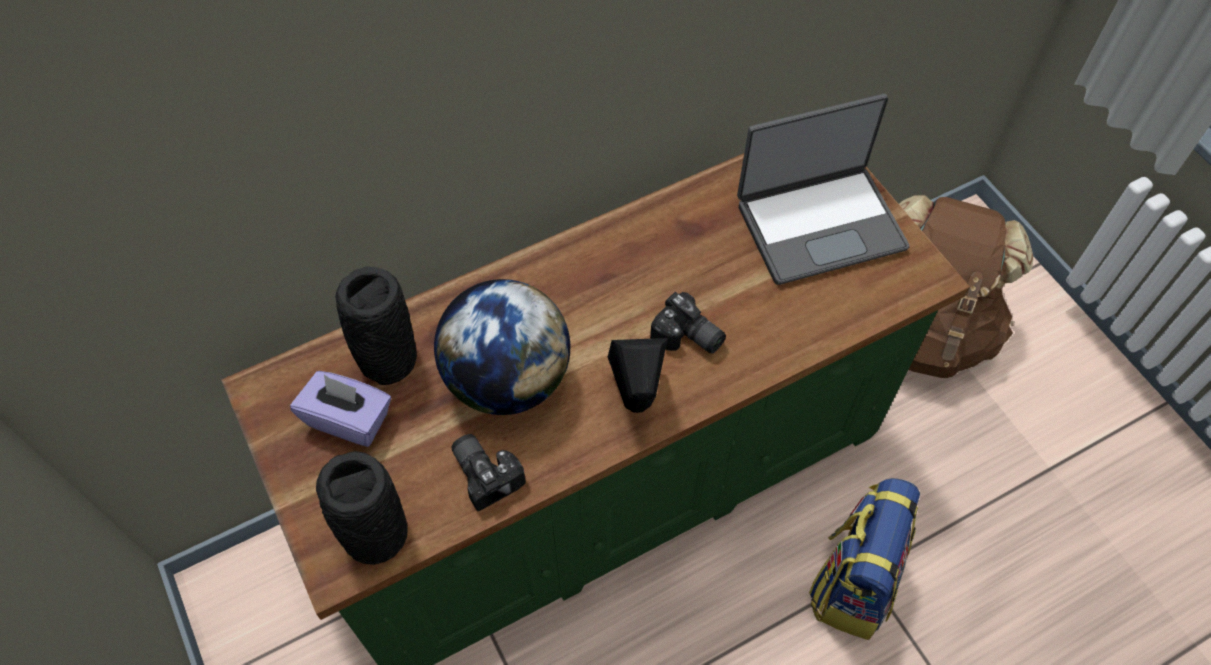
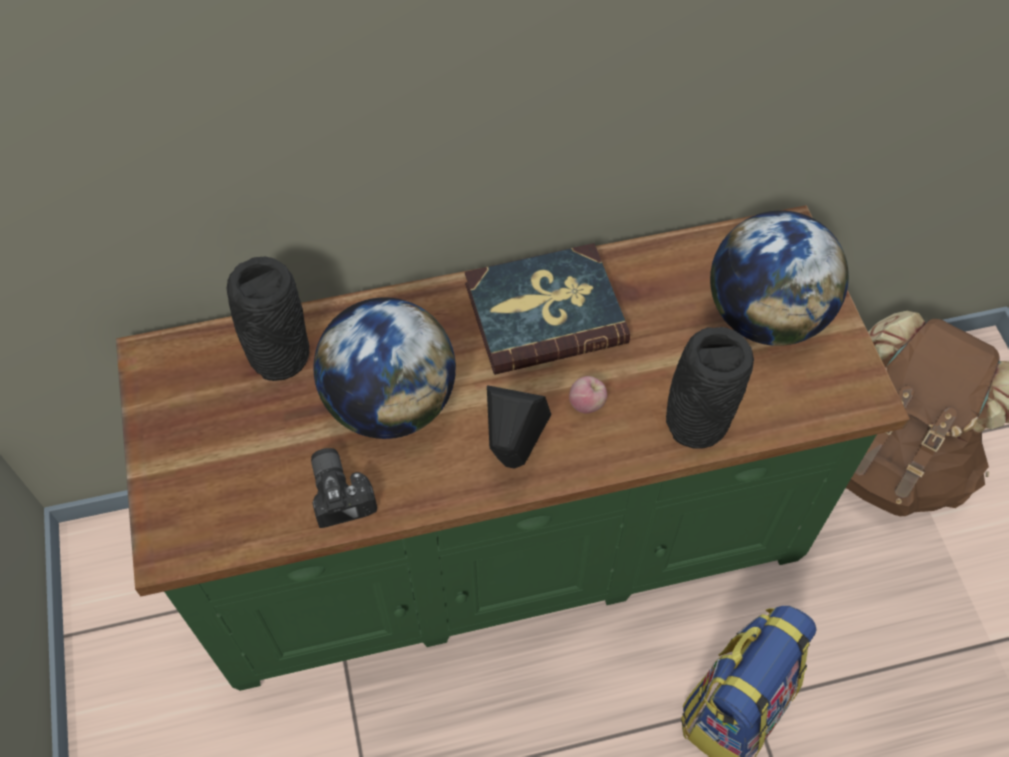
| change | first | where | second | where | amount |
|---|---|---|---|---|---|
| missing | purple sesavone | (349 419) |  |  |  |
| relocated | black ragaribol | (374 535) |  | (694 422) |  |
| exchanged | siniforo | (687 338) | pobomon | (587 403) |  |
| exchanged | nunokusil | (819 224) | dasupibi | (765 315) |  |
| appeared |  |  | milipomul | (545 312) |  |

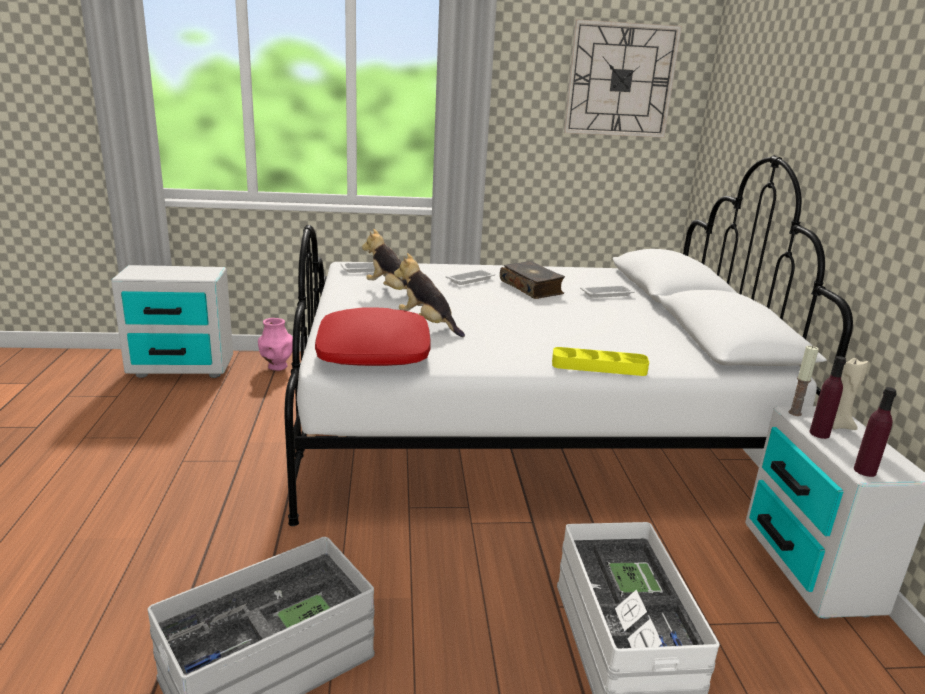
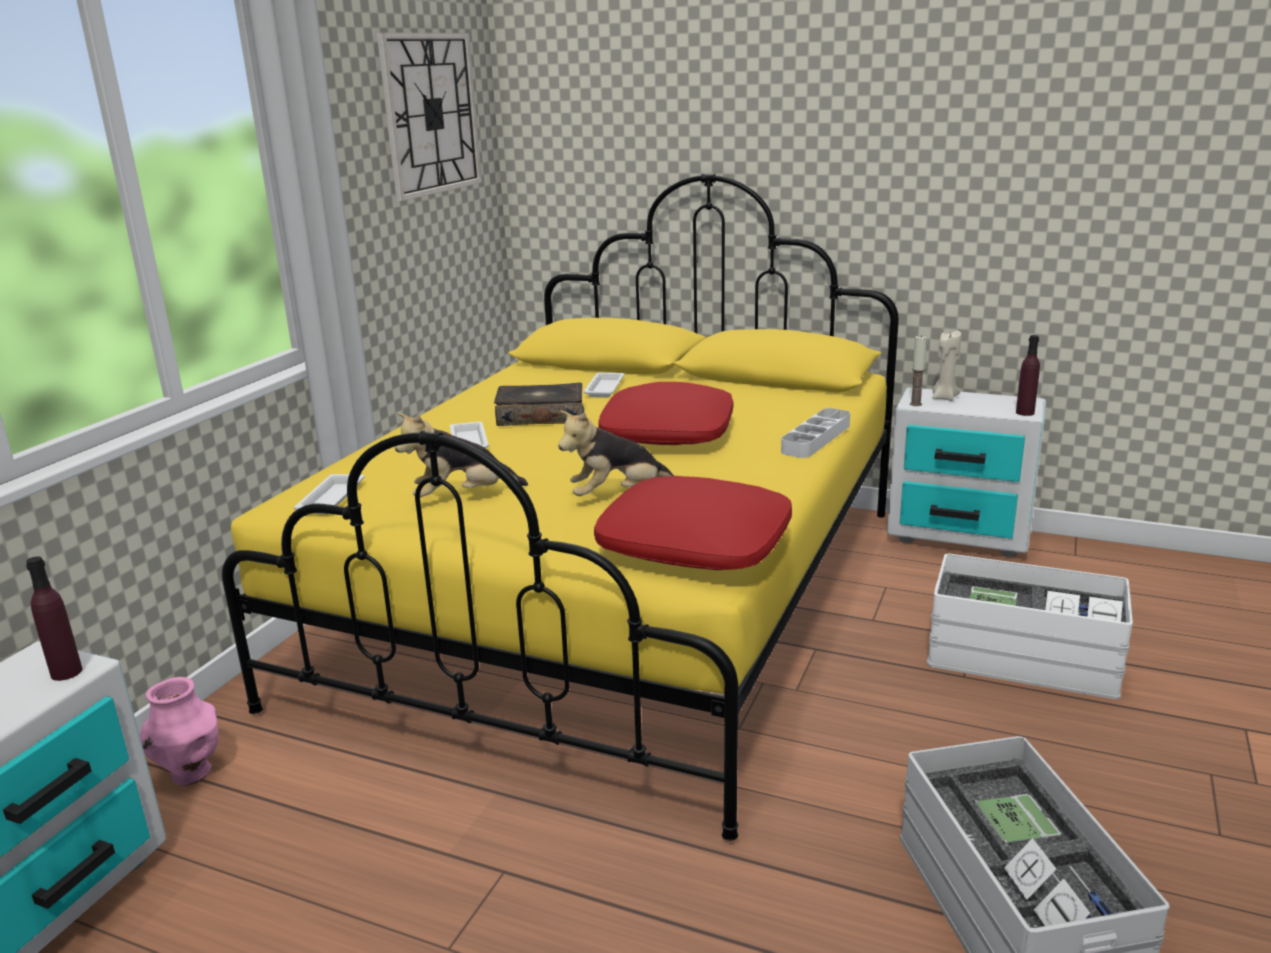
| change | first | where | second | where | amount |
|---|---|---|---|---|---|
| colour | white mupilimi | (521 430) | yellow mupilimi | (619 600) |  |
| colour | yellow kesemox | (599 366) | grey kesemox | (816 438) |  |
| relocated | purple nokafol | (819 434) |  | (66 672) |  |
| appeared |  |  | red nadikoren | (666 432) |  |

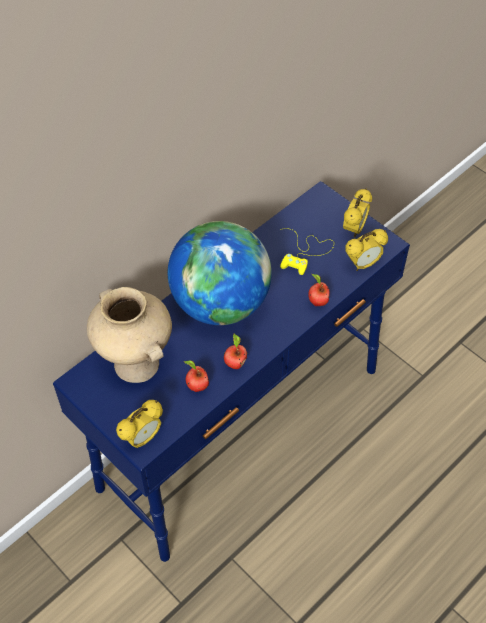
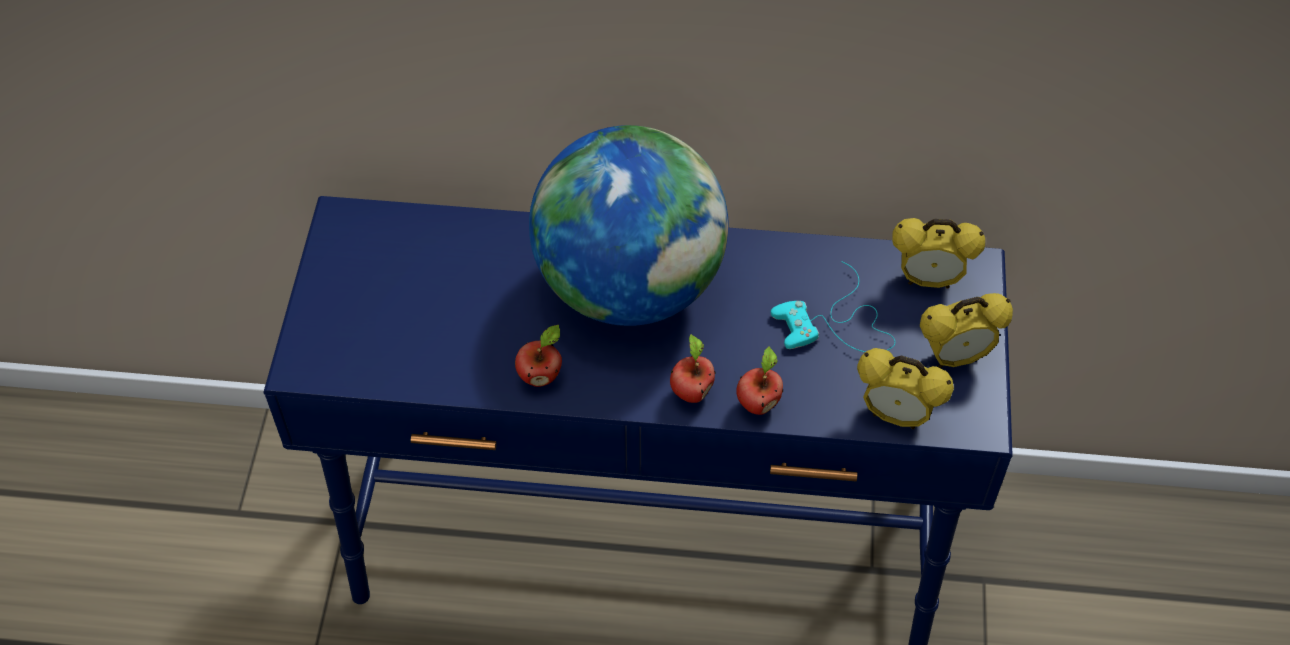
| change | first | where | second | where | amount |
|---|---|---|---|---|---|
| missing | beige ragaribol | (135 363) |  |  |  |
| relocated | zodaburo | (143 438) |  | (928 280) |  |
| relocated | pobomon | (196 386) |  | (690 392) |  |
| colour | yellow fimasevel | (305 252) | turquoise fimasevel | (837 324) |  |

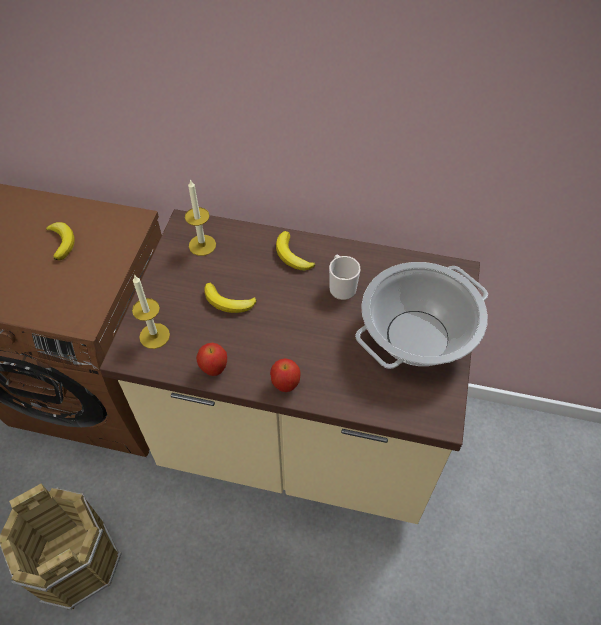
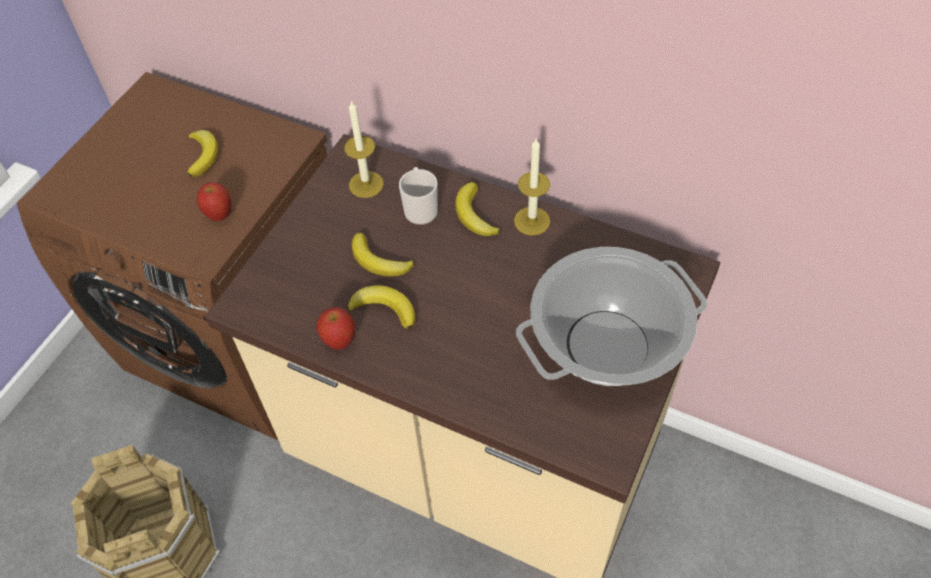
| change | first | where | second | where | amount |
|---|---|---|---|---|---|
| relocated | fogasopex | (154 336) |  | (532 221) |  |
| relocated | pobomon | (285 385) |  | (219 215) |  |
| relocated | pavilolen | (341 287) |  | (420 209) |  |
| appeared |  |  | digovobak | (384 309) |  |

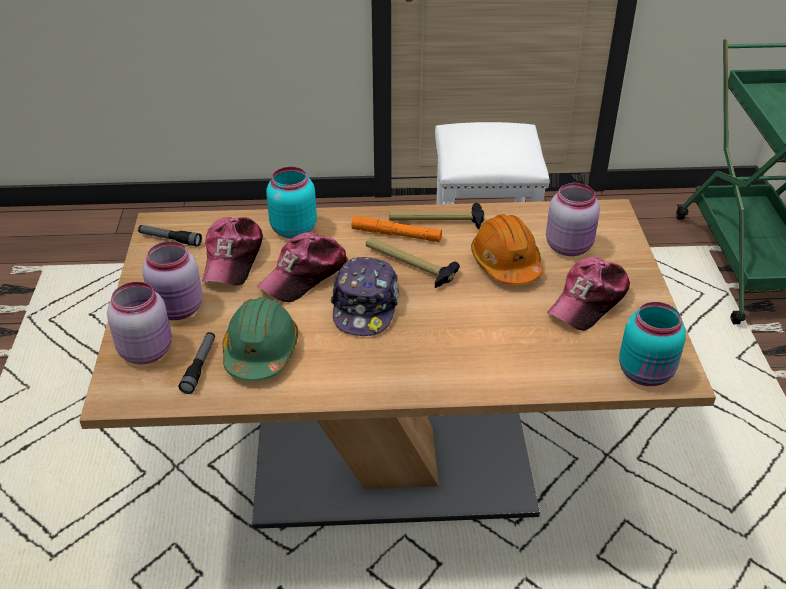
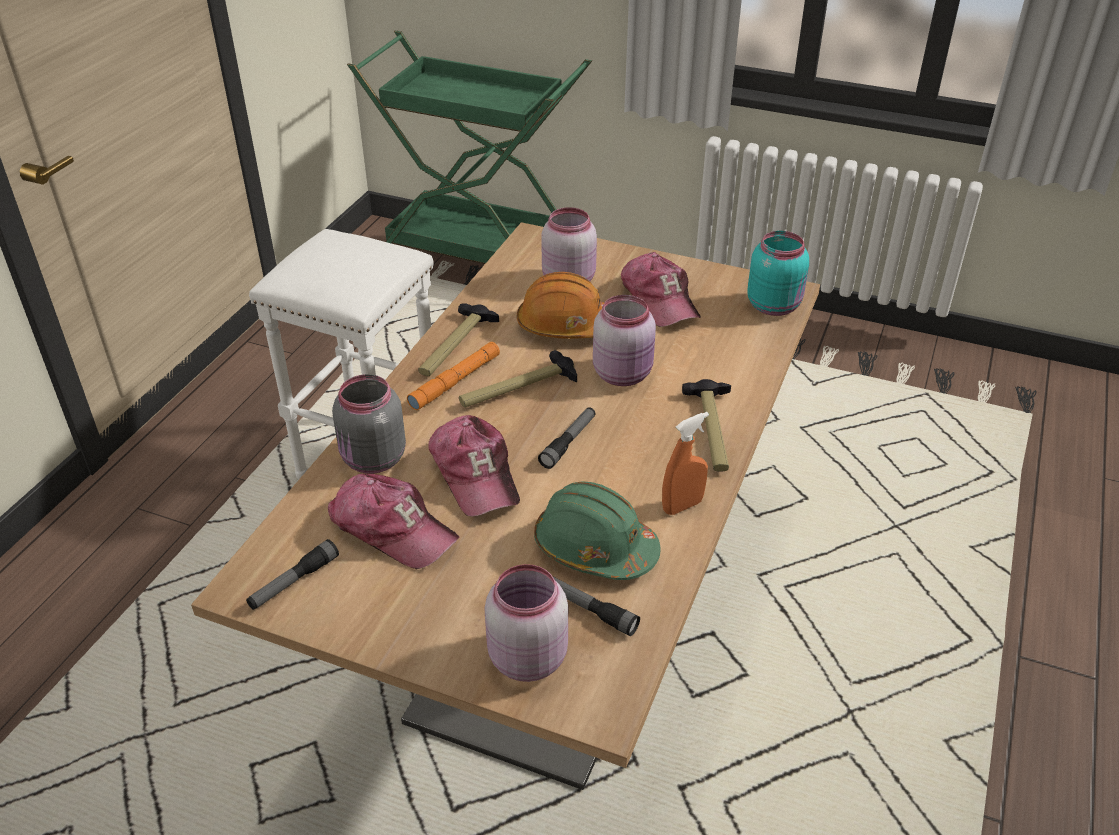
| change | first | where | second | where | amount |
|---|---|---|---|---|---|
| relocated | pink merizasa | (178 309) |  | (624 374) |  |
| colour | turquoise merizasa | (292 229) | grey merizasa | (372 460) |  |
| exchanged | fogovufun | (365 306) | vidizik | (568 442) |  |
| appeared |  |  | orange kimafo | (682 506) |  |
| appeared |  |  | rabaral | (712 431) |  |

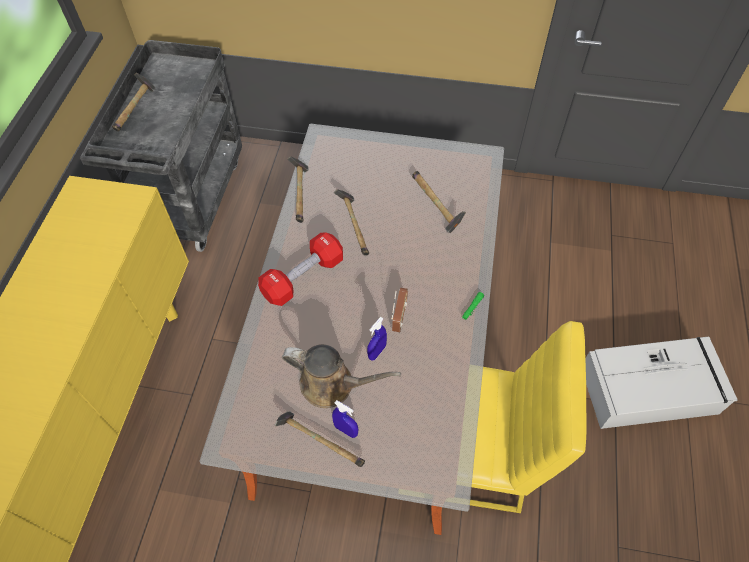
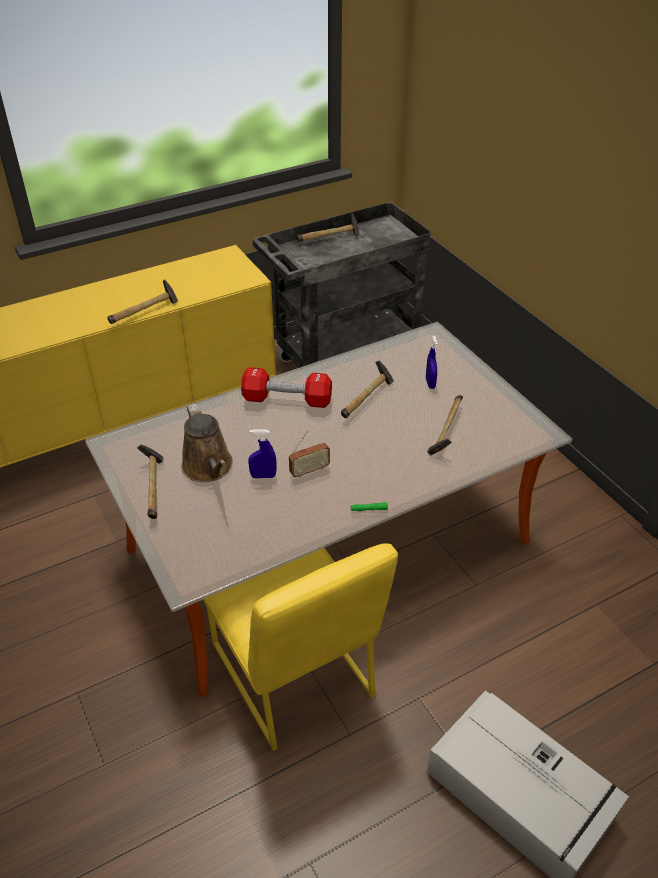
| change | first | where | second | where | amount |
|---|---|---|---|---|---|
| relocated | rabaral | (300 194) |  | (145 313) |  |
| relocated | blue kimafo | (346 430) |  | (430 383) |  |

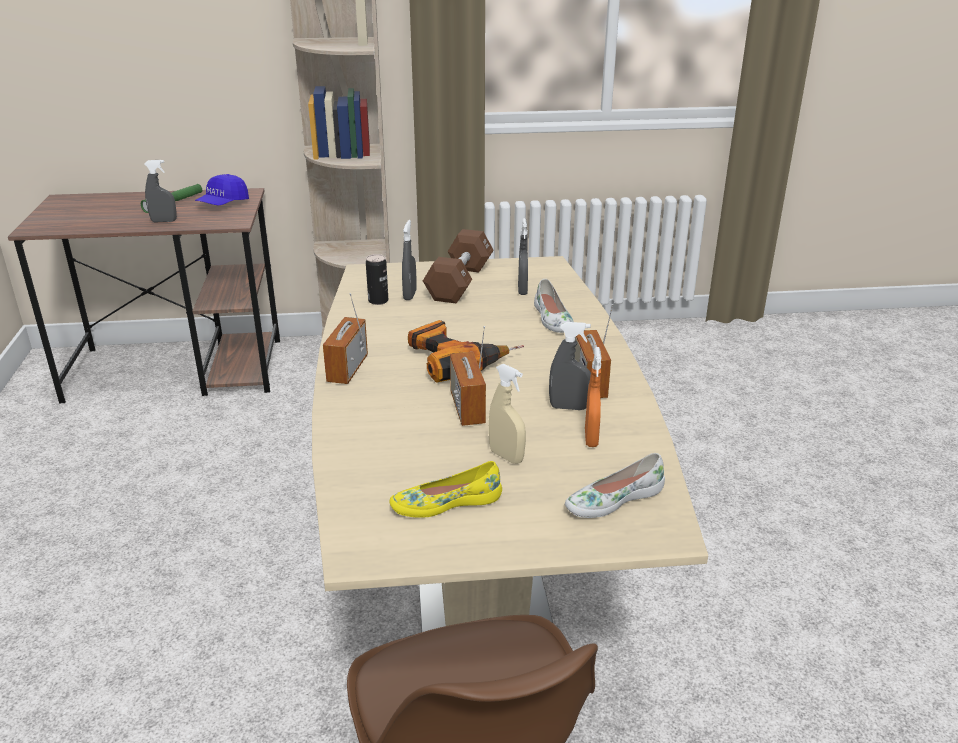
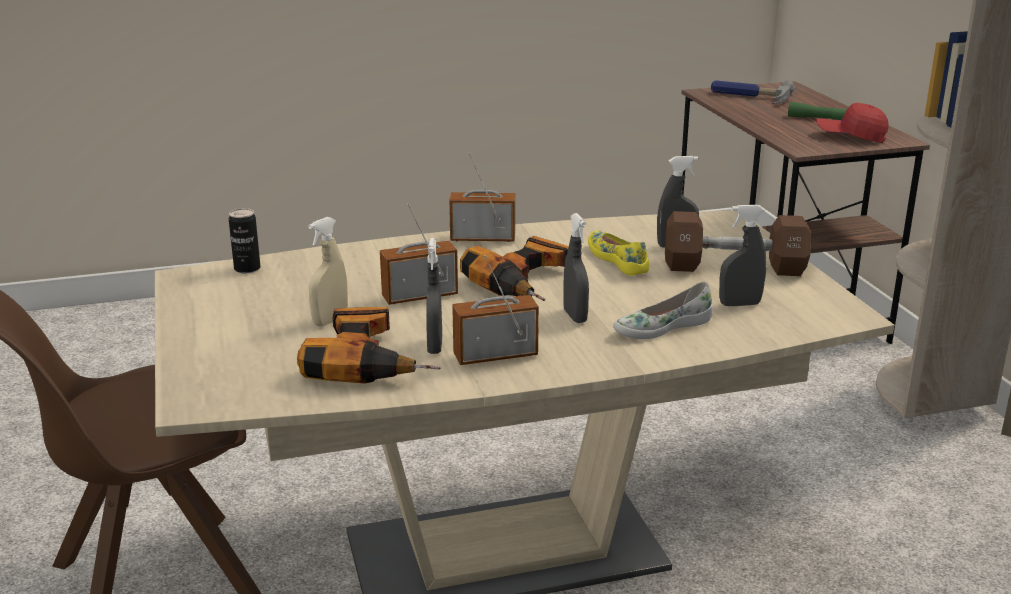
| change | first | where | second | where | amount |
|---|---|---|---|---|---|
| relocated | grey kimafo | (164 221) |  | (575 316) |  |
| colour | blue fogovufun | (223 204) | red fogovufun | (850 137) |  |
| relocated | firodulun | (378 301) |  | (247 269) |  |
| relocated | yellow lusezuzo | (446 502) |  | (618 260) |  |
| missing | white lusezuzo | (613 499) |  |  |  |
| exchanged | orange kimafo | (591 438) | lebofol | (370 360) |  |
| appeared |  |  | rabaral | (749 97) |  |

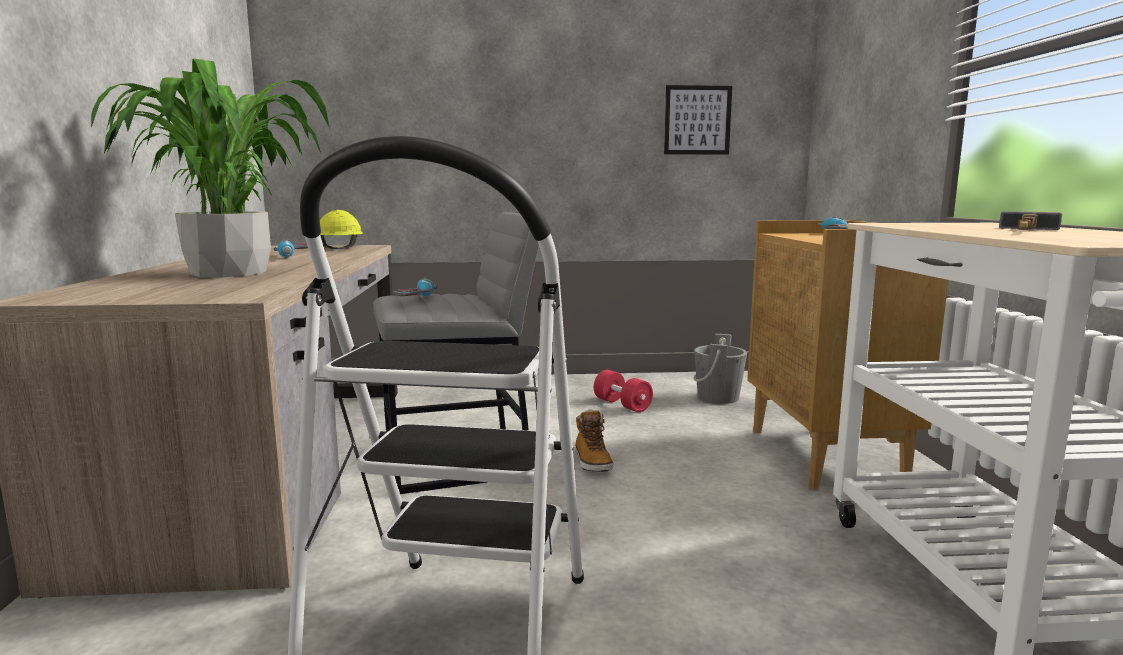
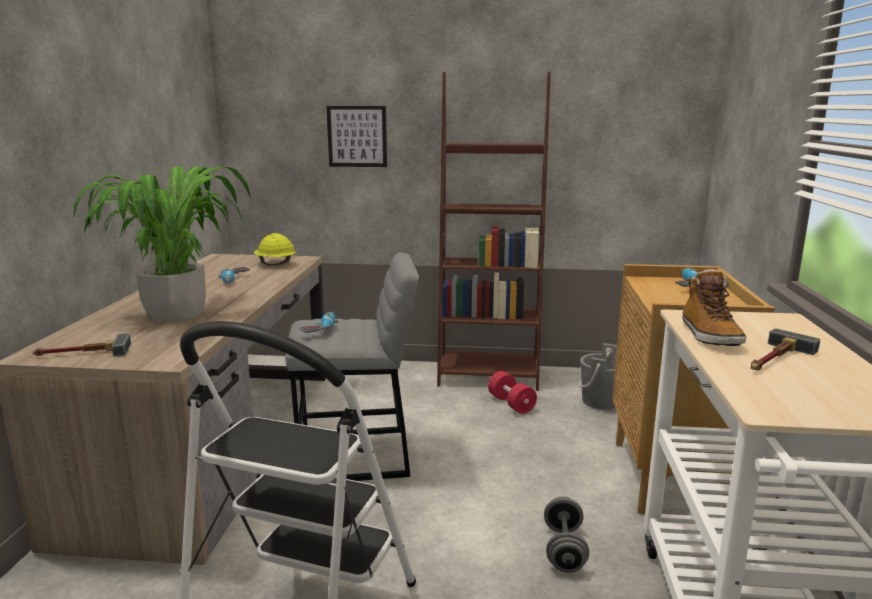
| change | first | where | second | where | amount |
|---|---|---|---|---|---|
| relocated | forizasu | (592 462) |  | (709 336) |  |
| relocated | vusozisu | (697 120) |  | (357 136) |  |
| appeared |  |  | rabaral | (82 353) |  |
| appeared |  |  | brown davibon | (488 376) |  |
| appeared |  |  | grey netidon | (564 549) |  |

